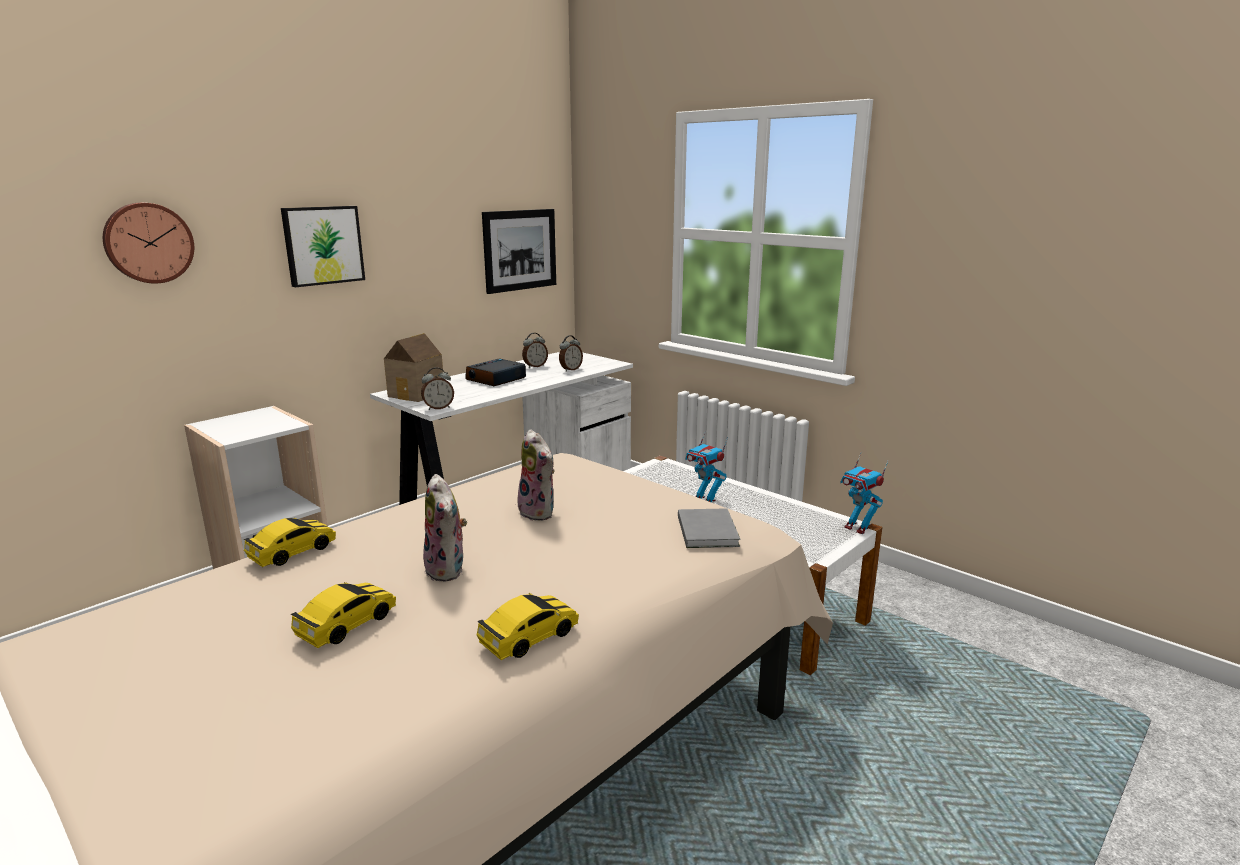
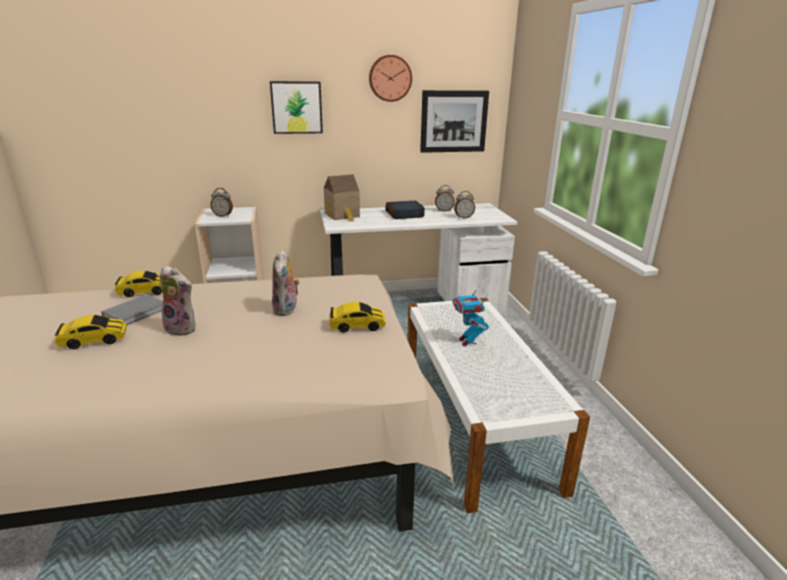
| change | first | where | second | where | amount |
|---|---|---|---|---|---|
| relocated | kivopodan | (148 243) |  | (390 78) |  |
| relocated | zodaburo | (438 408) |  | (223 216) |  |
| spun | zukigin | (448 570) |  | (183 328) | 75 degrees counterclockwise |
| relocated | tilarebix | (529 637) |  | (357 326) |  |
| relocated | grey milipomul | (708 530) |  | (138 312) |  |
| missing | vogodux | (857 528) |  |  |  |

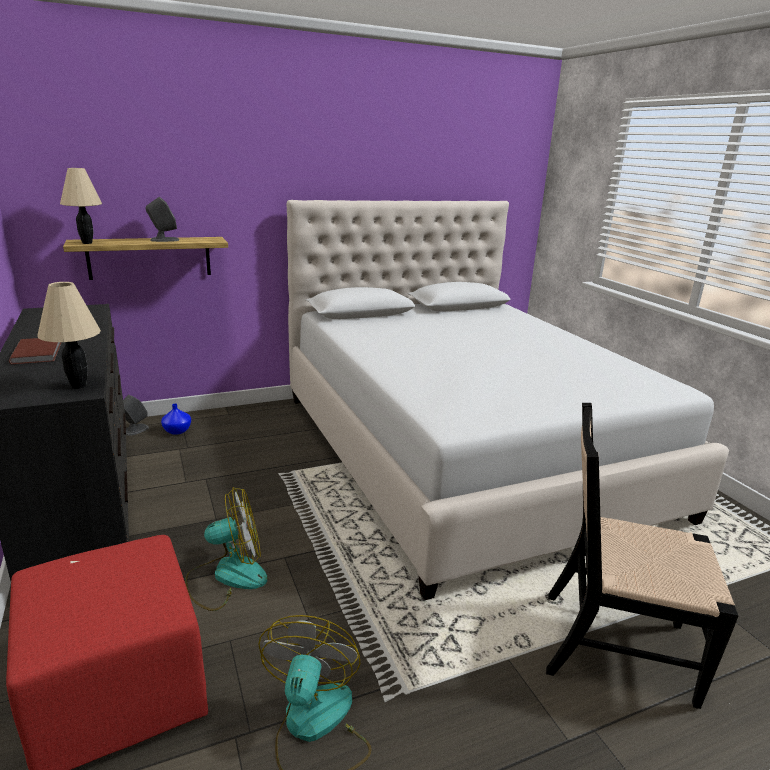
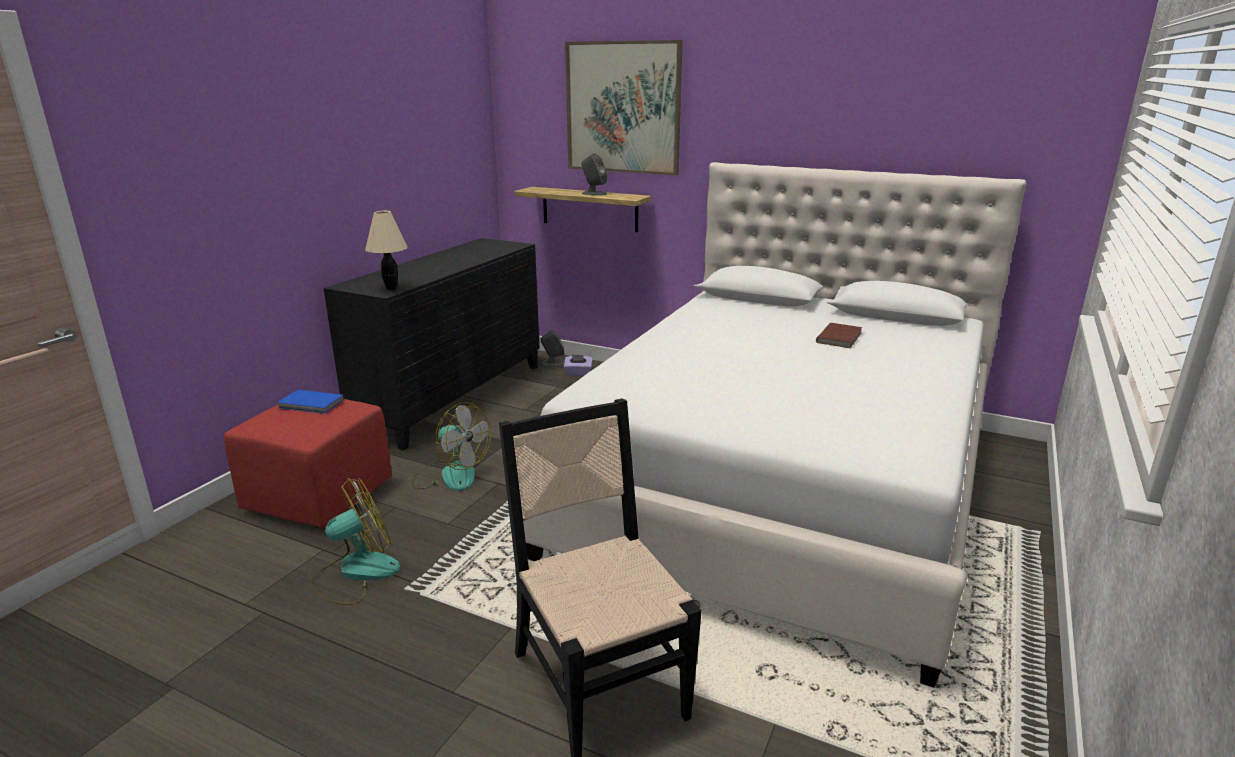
| change | first | where | second | where | amount |
|---|---|---|---|---|---|
| relocated | brown milipomul | (38 352) |  | (840 337) |  |
| missing | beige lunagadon | (87 243) |  |  |  |
| exchanged | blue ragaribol | (177 430) | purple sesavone | (578 373) |  |
| appeared |  |  | blue milipomul | (311 404) |  |
| appeared |  |  | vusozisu | (623 108) |  |

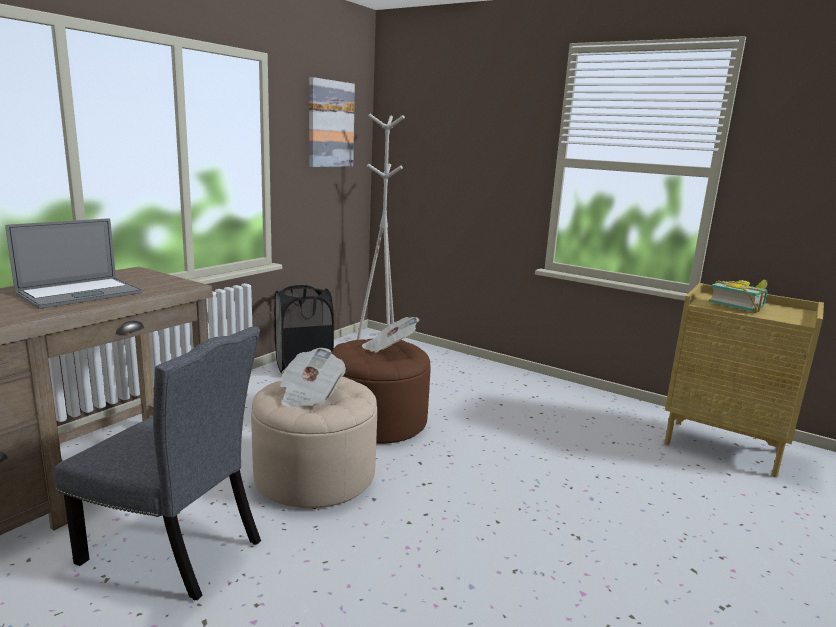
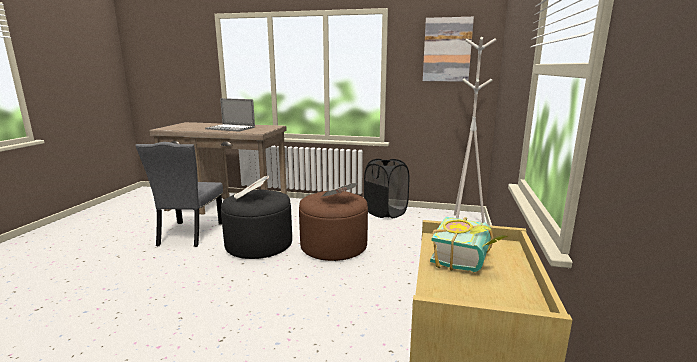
| change | first | where | second | where | amount |
|---|---|---|---|---|---|
| colour | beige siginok | (315 475) | black siginok | (259 244) |  |

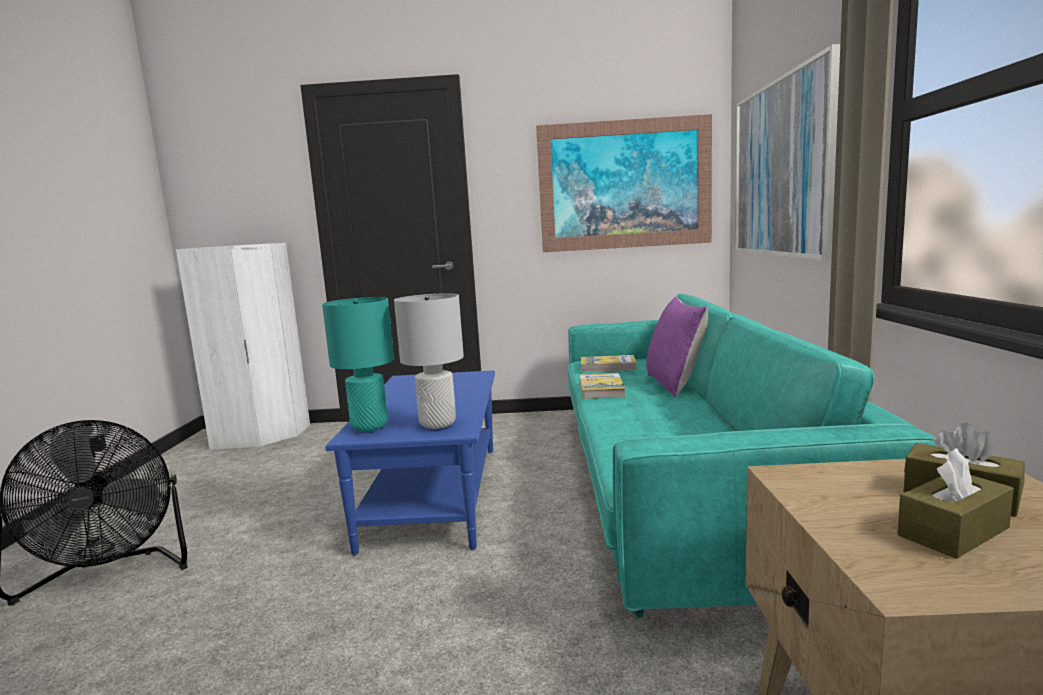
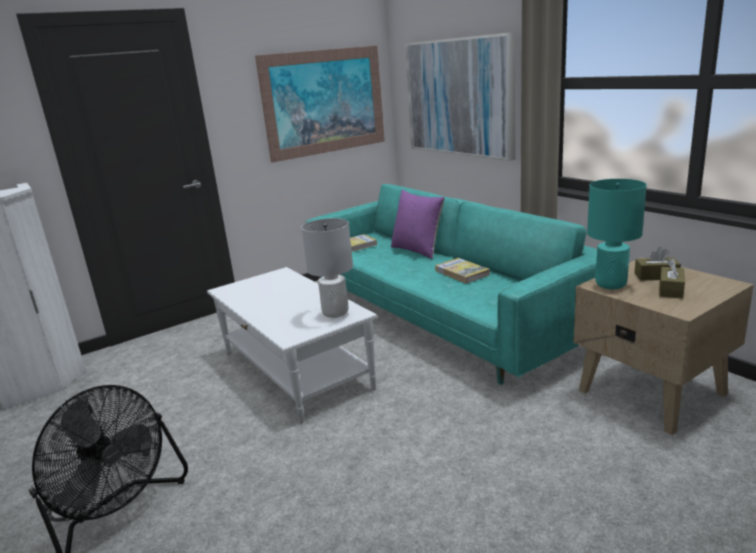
| change | first | where | second | where | amount |
|---|---|---|---|---|---|
| relocated | turquoise lunagadon | (369 428) |  | (610 286) |  |
| colour | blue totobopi | (434 495) | white totobopi | (296 370) |  |
| relocated | milipomul | (601 389) |  | (462 273) |  |

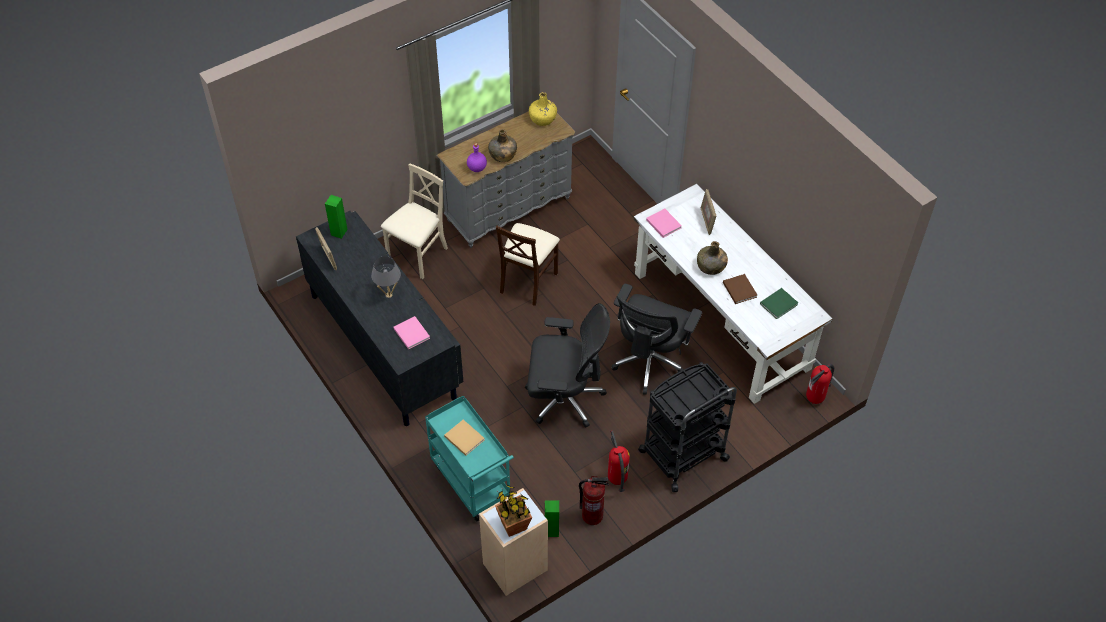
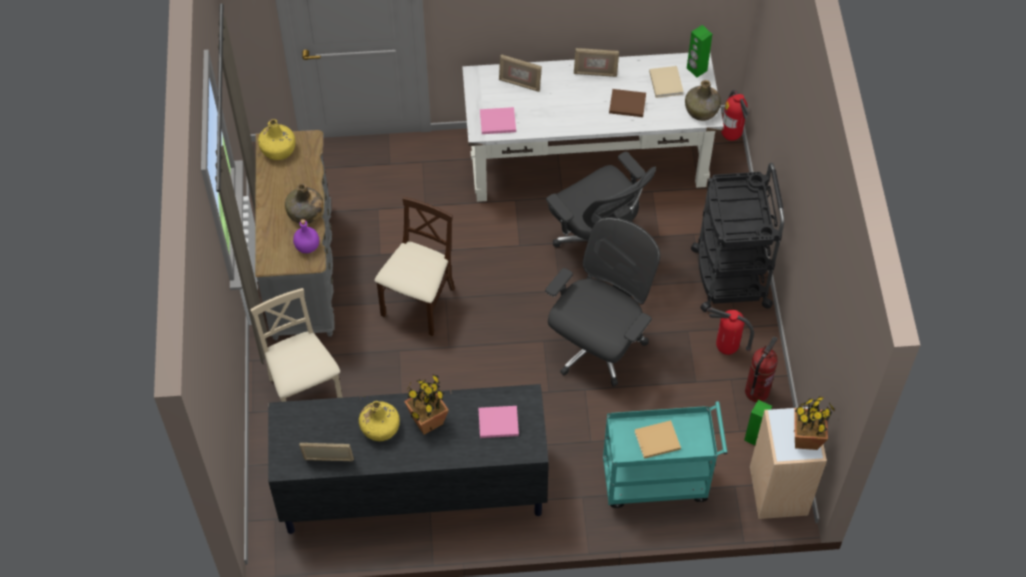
| change | first | where | second | where | amount |
|---|---|---|---|---|---|
| relocated | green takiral | (339 232) |  | (696 69) |  |
| exchanged | grey lunagadon | (389 295) | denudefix | (427 421) |  |
| spun | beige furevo | (527 281) |  | (419 304) | 120 degrees counterclockwise |
| relocated | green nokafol | (711 266) |  | (702 110) |  |
| colour | green milipomul | (779 304) | beige milipomul | (665 82) |  |
| appeared |  |  | yellow nokafol | (380 427) |  |
| appeared |  |  | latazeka | (595 73) |  |

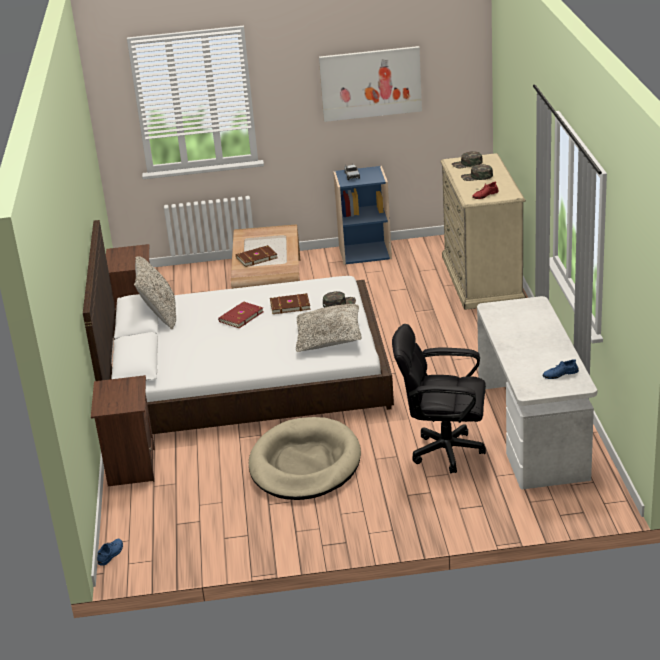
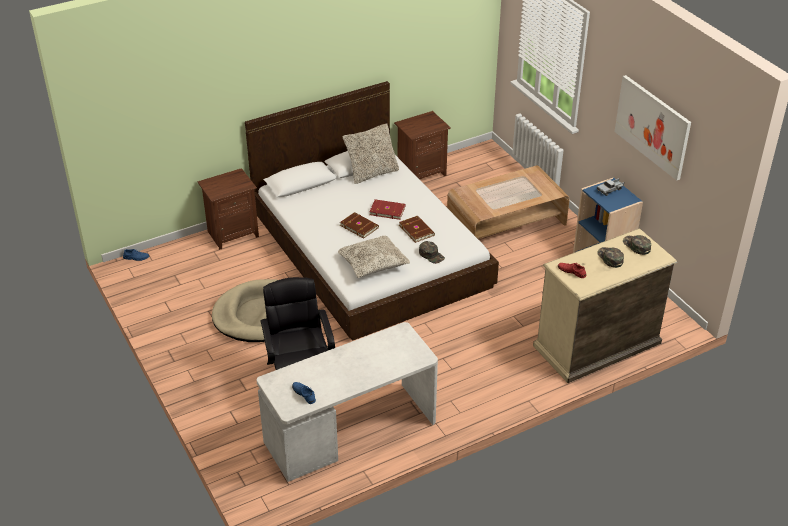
| change | first | where | second | where | amount |
|---|---|---|---|---|---|
| relocated | brown milipomul | (256 257) |  | (359 226) |  |

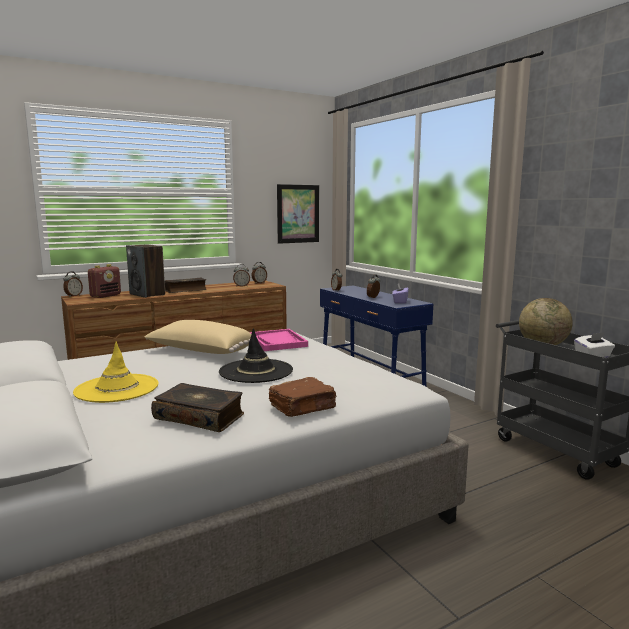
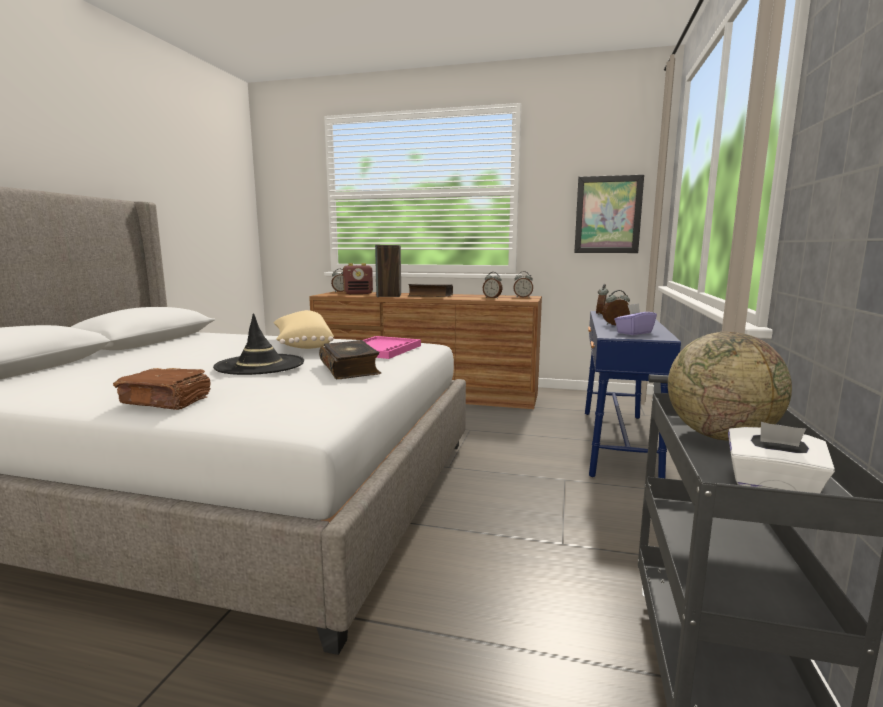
| change | first | where | second | where | amount |
|---|---|---|---|---|---|
| missing | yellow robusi | (117 388) |  |  |  |
| relocated | milipomul | (200 417) |  | (350 369) |  |

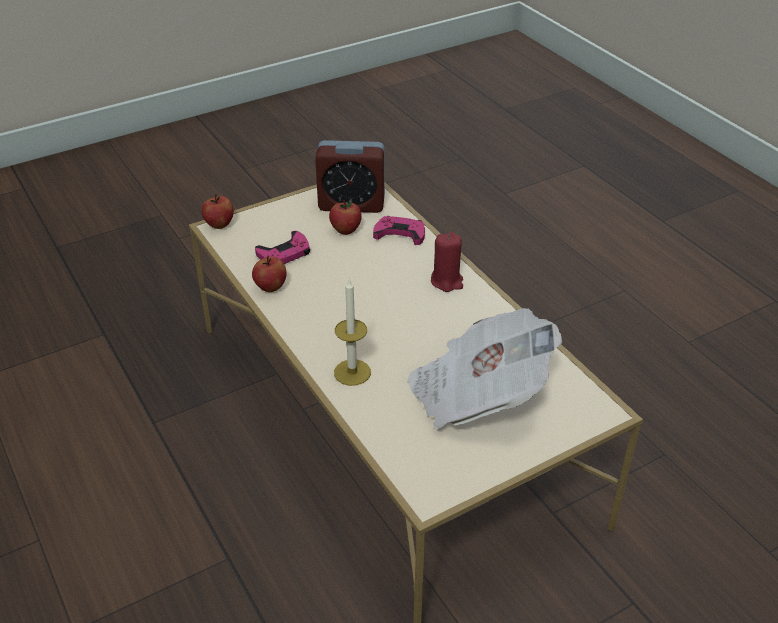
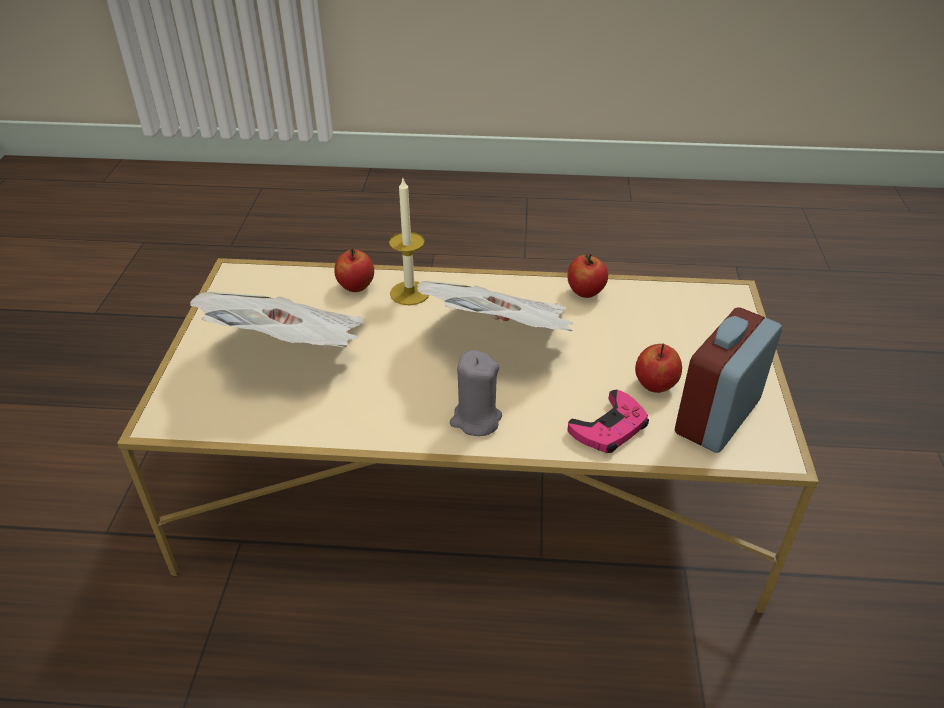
| change | first | where | second | where | amount |
|---|---|---|---|---|---|
| relocated | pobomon | (219 225) |  | (356 287) |  |
| missing | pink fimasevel | (285 253) |  |  |  |
| colour | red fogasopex | (447 281) | grey fogasopex | (476 420) |  |
| appeared |  |  | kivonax | (502 338) |  |

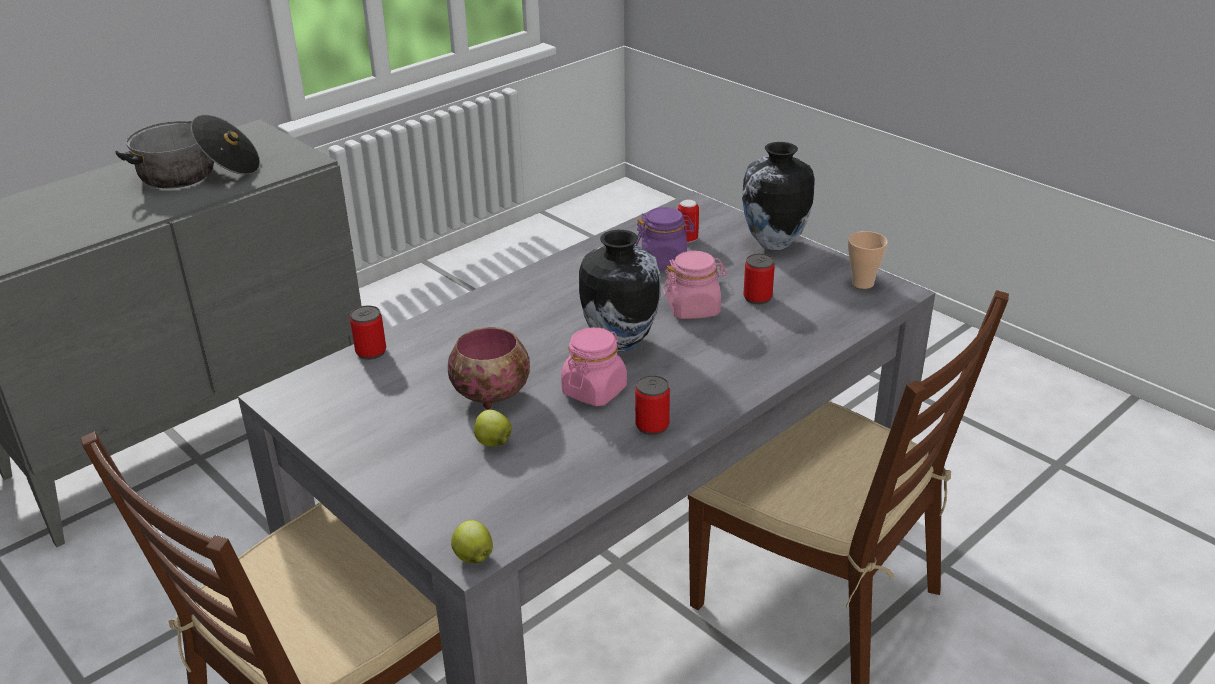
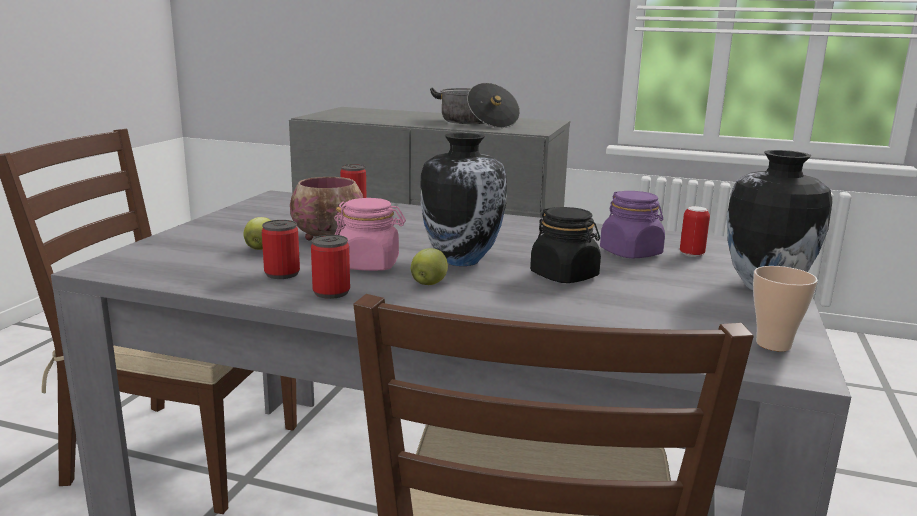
| change | first | where | second | where | amount |
|---|---|---|---|---|---|
| relocated | pobomon | (473 556) |  | (429 284) |  |
| colour | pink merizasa | (693 308) | black merizasa | (564 276) |  |
| relocated | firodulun | (757 297) |  | (282 274) |  |

